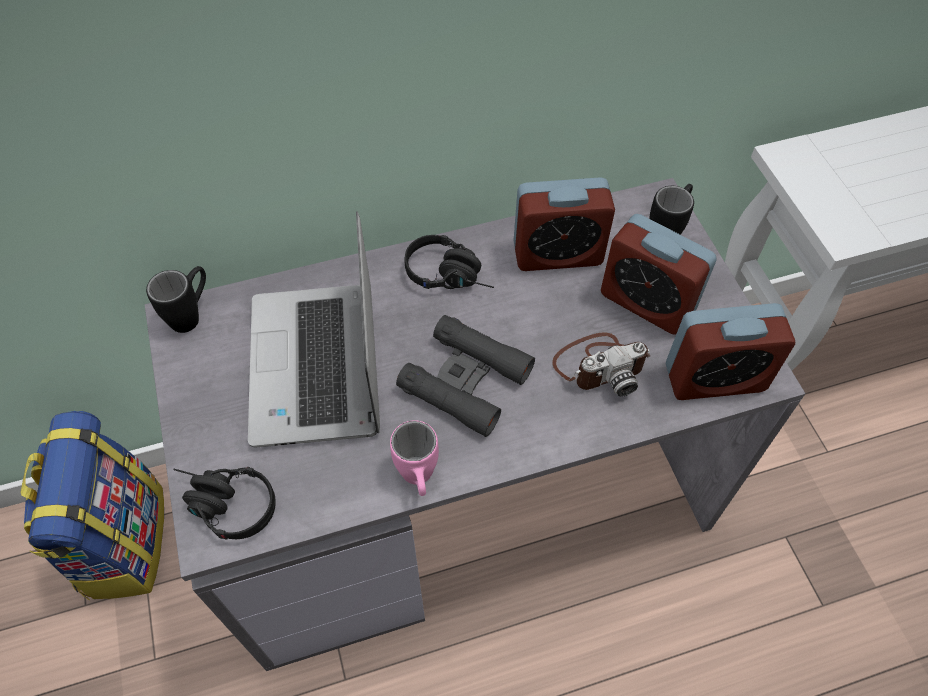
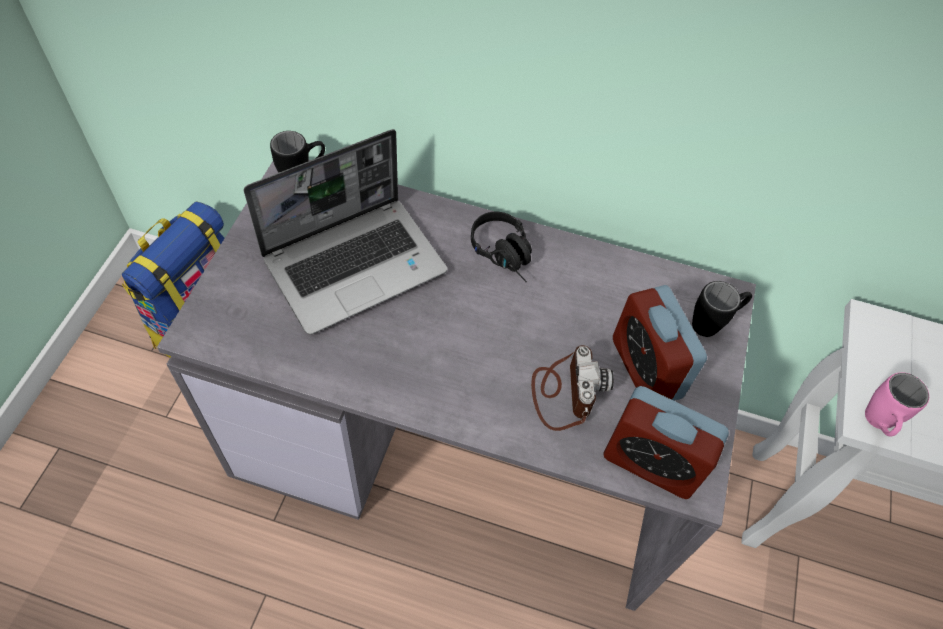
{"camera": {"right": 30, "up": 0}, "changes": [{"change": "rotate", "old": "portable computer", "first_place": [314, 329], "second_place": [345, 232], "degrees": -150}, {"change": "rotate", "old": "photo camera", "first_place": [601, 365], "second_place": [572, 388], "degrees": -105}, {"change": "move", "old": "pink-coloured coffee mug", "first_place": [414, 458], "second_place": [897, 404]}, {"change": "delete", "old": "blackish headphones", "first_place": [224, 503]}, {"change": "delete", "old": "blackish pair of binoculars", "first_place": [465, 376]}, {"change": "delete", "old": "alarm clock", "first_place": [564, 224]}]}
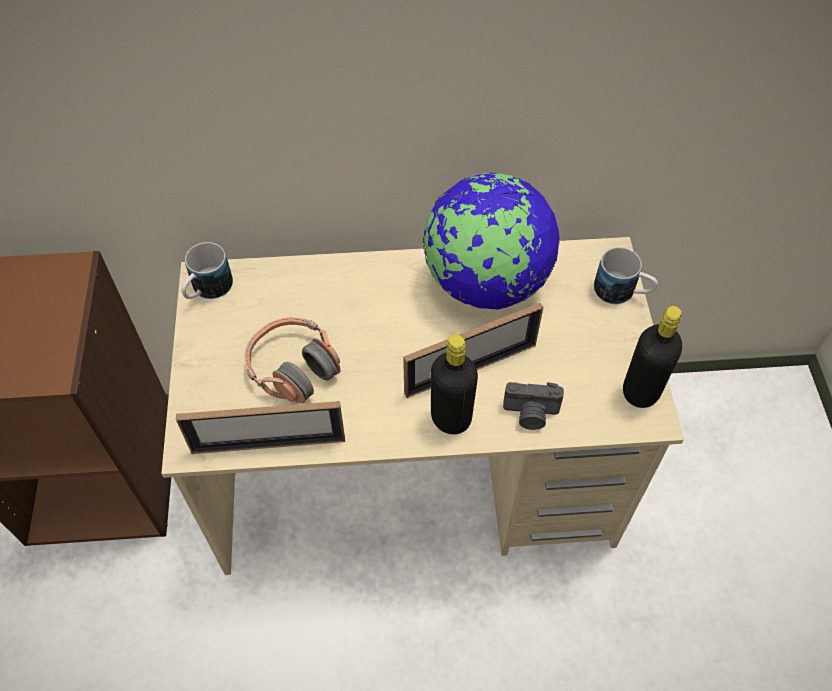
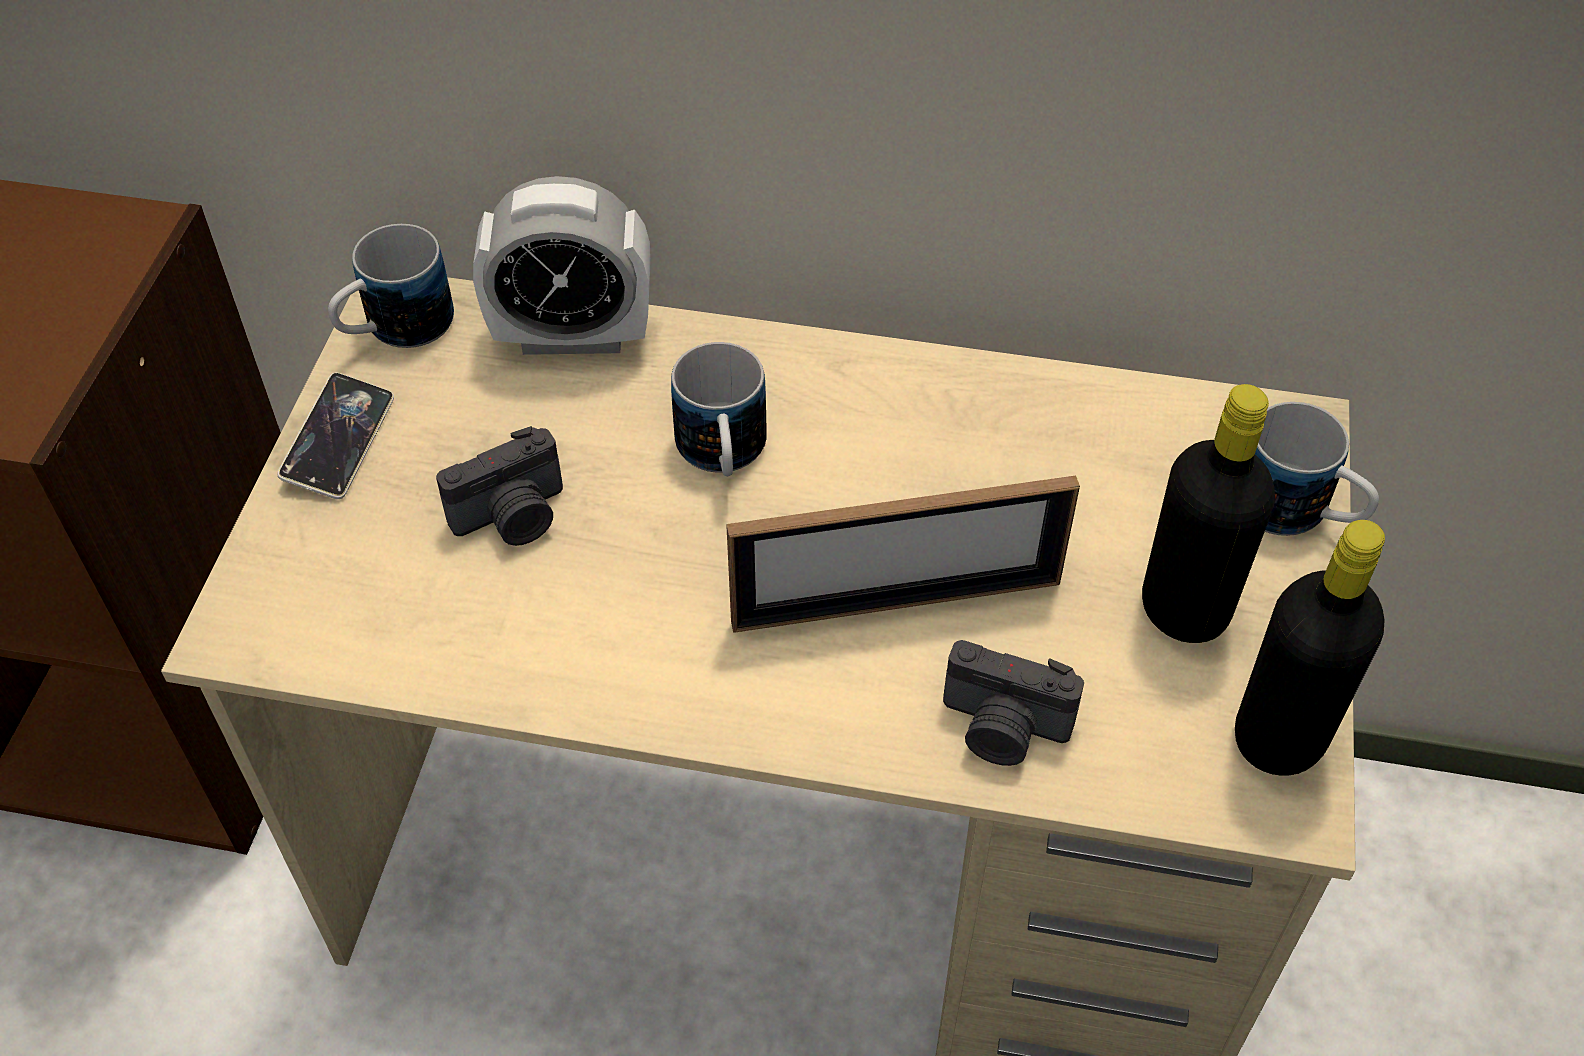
{"camera": {"right": 15, "up": -5}, "changes": [{"change": "insert", "new": "phone", "second_place": [336, 436]}, {"change": "replace", "old": "headphones", "new": "photo camera", "first_place": [292, 360], "second_place": [499, 486]}, {"change": "insert", "new": "alarm clock", "second_place": [562, 265]}, {"change": "insert", "new": "coffee mug", "second_place": [719, 409]}, {"change": "move", "old": "blackish bottle", "first_place": [454, 384], "second_place": [1208, 513]}, {"change": "delete", "old": "standing frame", "first_place": [260, 427]}, {"change": "delete", "old": "desk globe", "first_place": [491, 241]}]}
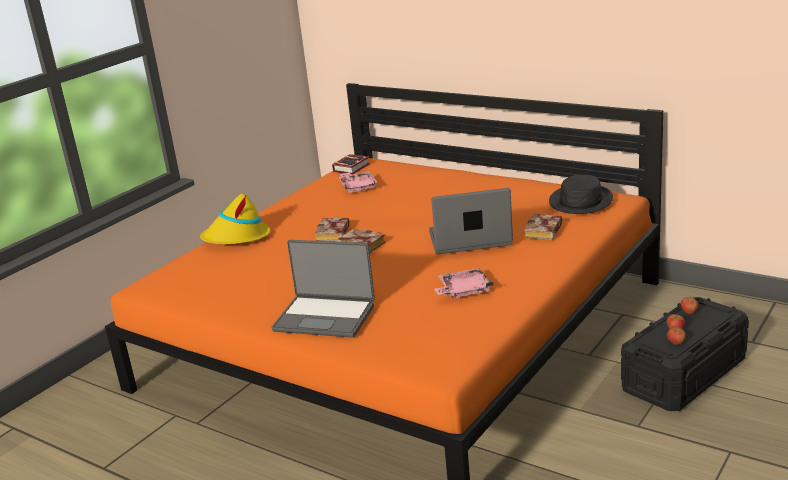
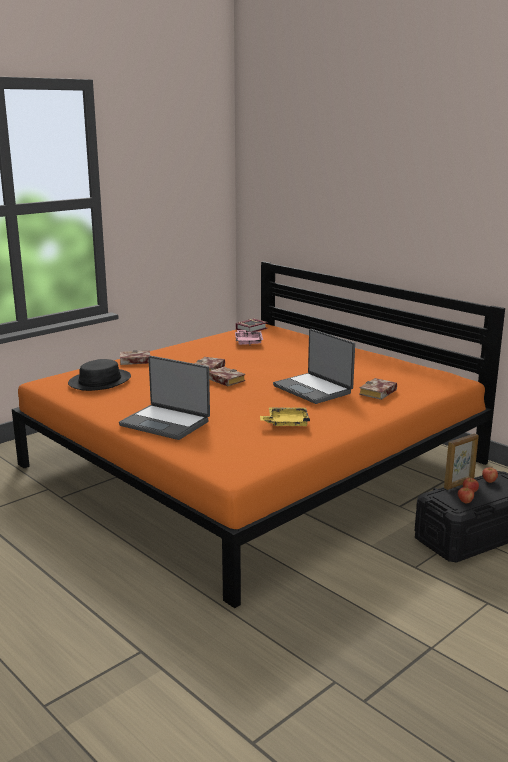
{"camera": {"right": 10, "up": -5}, "changes": [{"change": "move", "old": "blackish clothing hat", "first_place": [581, 194], "second_place": [99, 375]}, {"change": "replace", "old": "yellowish clothing hat", "new": "volume", "first_place": [235, 219], "second_place": [135, 357]}, {"change": "recolor", "old": "pink-coloured tray", "new": "yellowish tray", "first_place": [463, 283], "second_place": [285, 416]}, {"change": "rotate", "old": "portable computer", "first_place": [471, 221], "second_place": [314, 366], "degrees": -135}, {"change": "insert", "new": "standing frame", "second_place": [461, 462]}]}
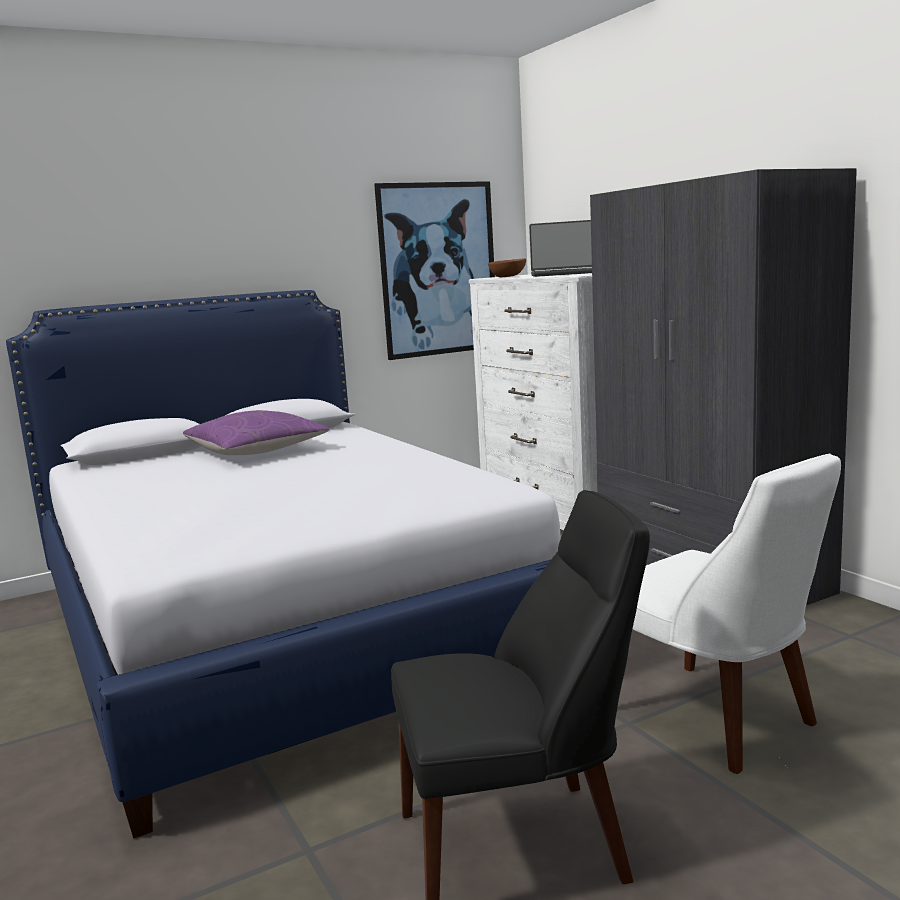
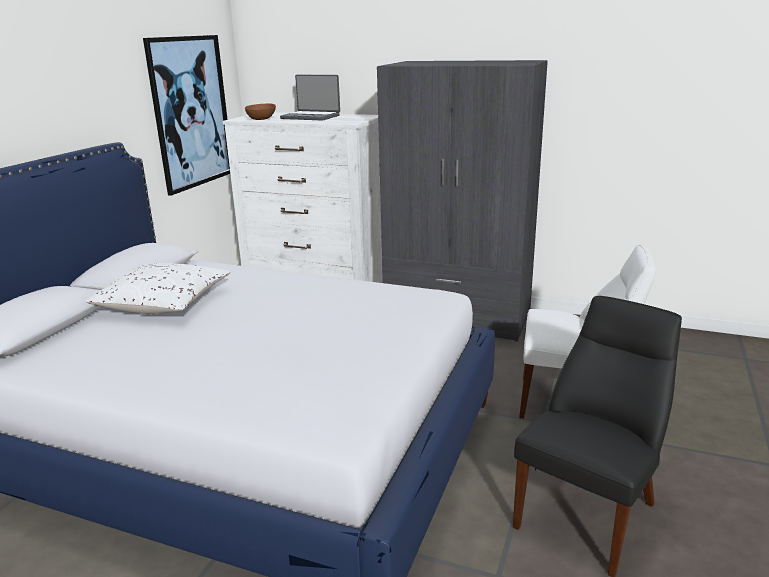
{"camera": {"right": -40, "up": 10}, "changes": [{"change": "recolor", "old": "purple pillow", "new": "white pillow", "first_place": [256, 432], "second_place": [158, 288]}, {"change": "rotate", "old": "portable computer", "first_place": [560, 248], "second_place": [310, 98], "degrees": 60}]}
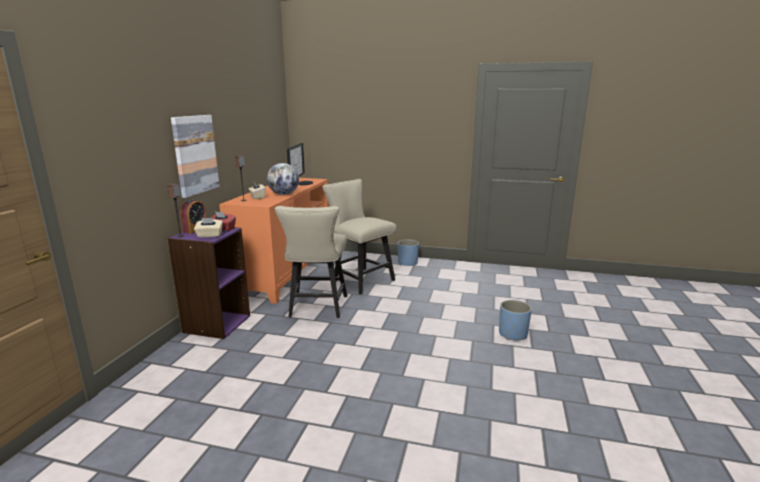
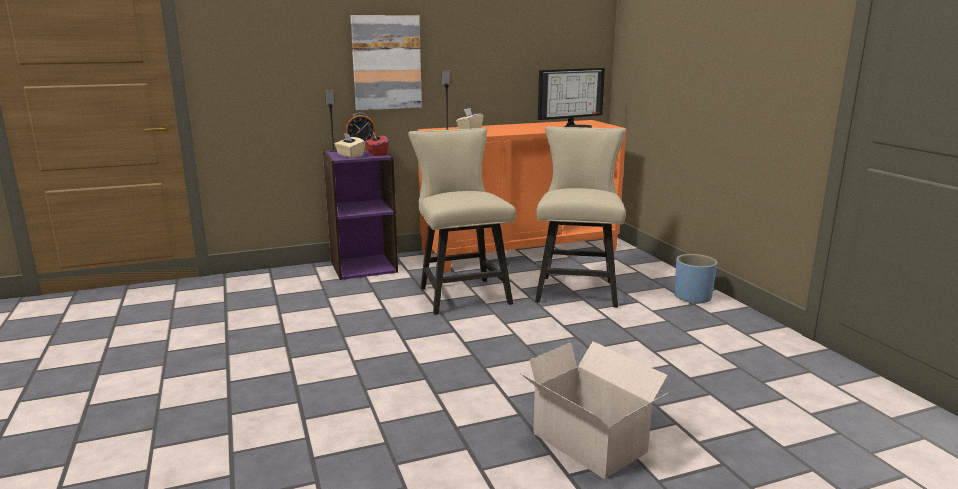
{"camera": {"right": 55, "up": 0}, "changes": [{"change": "rotate", "old": "beige upright chair", "first_place": [311, 262], "second_place": [462, 221], "degrees": 105}, {"change": "replace", "old": "bluish planter", "new": "cardboard box", "first_place": [515, 320], "second_place": [594, 410]}, {"change": "delete", "old": "desk globe", "first_place": [283, 179]}]}
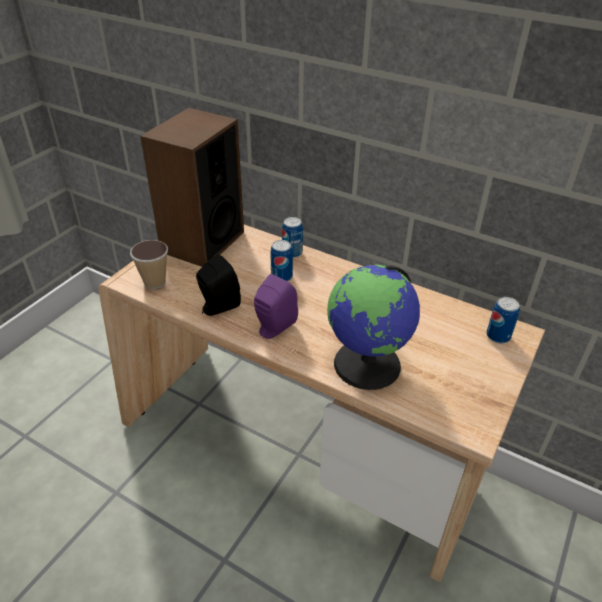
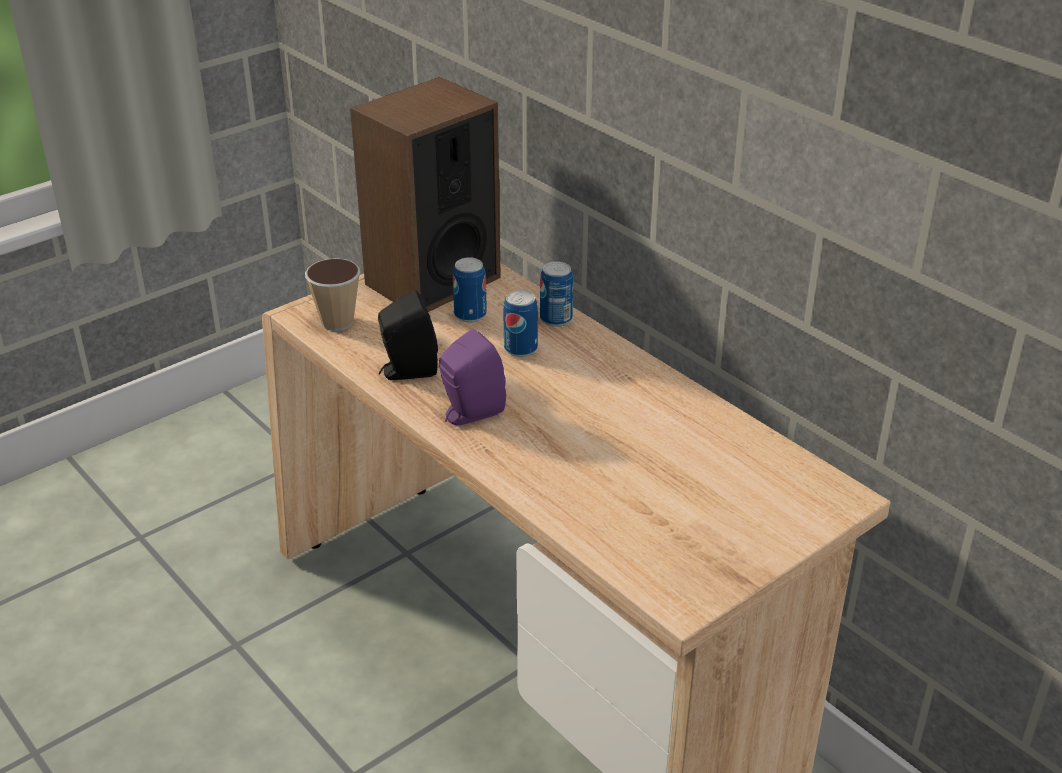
{"camera": {"right": 20, "up": -5}, "changes": [{"change": "move", "old": "metal can", "first_place": [503, 320], "second_place": [470, 289]}, {"change": "delete", "old": "desk globe", "first_place": [374, 327]}]}
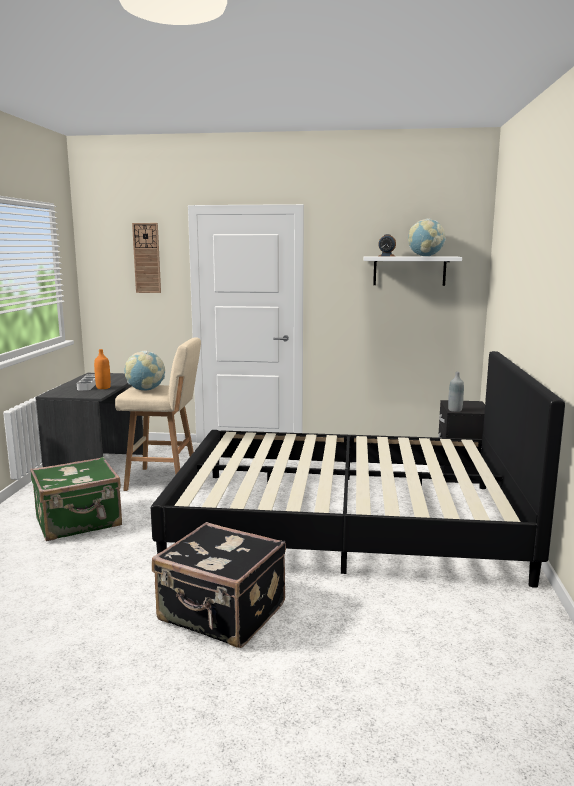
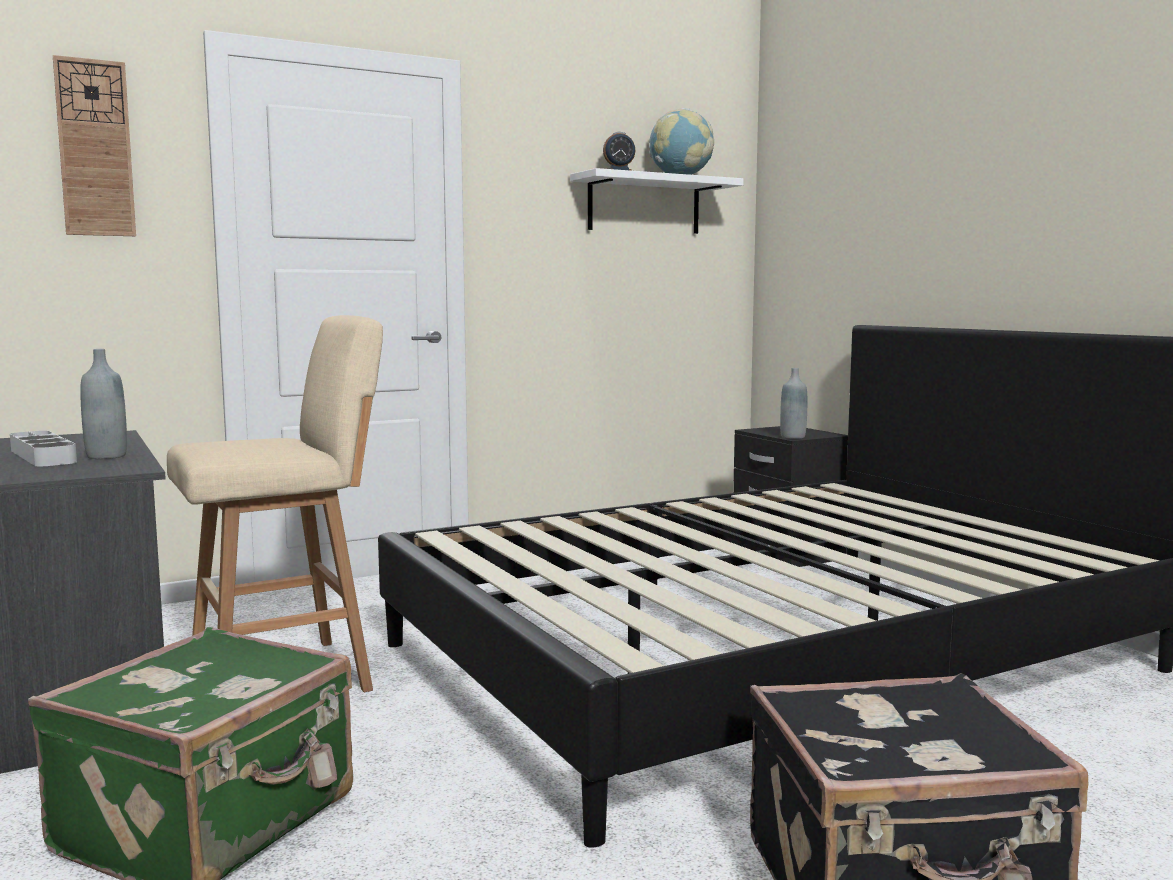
{"camera": {"right": -35, "up": -5}, "changes": [{"change": "recolor", "old": "orange-coloured bottle", "new": "greyish bottle", "first_place": [102, 369], "second_place": [103, 404]}, {"change": "delete", "old": "desk globe", "first_place": [145, 370]}]}
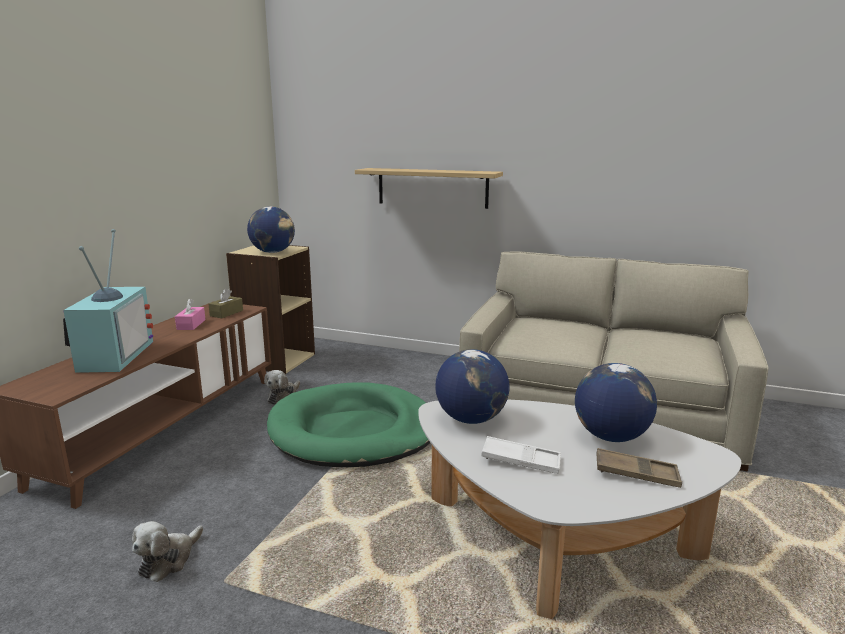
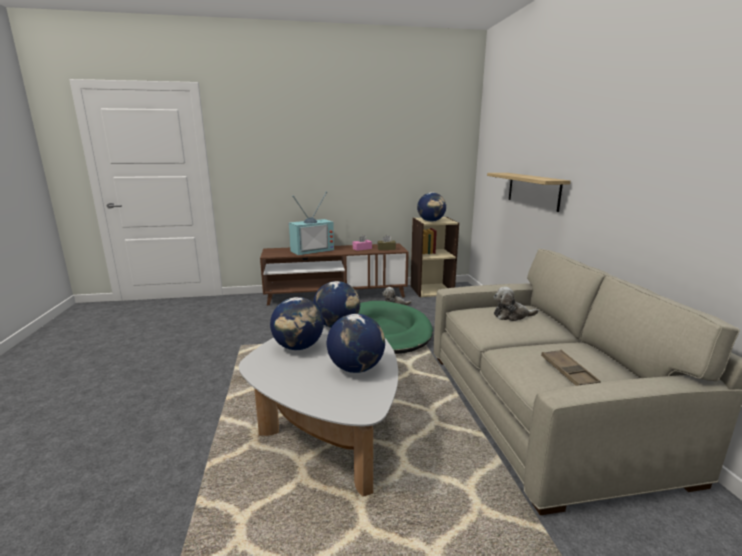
{"camera": {"right": 60, "up": 0}, "changes": [{"change": "replace", "old": "white tray", "new": "desk globe", "first_place": [521, 455], "second_place": [297, 323]}, {"change": "move", "old": "cuddly toy", "first_place": [167, 551], "second_place": [516, 304]}, {"change": "move", "old": "brown-coloured tray", "first_place": [639, 468], "second_place": [571, 368]}]}
